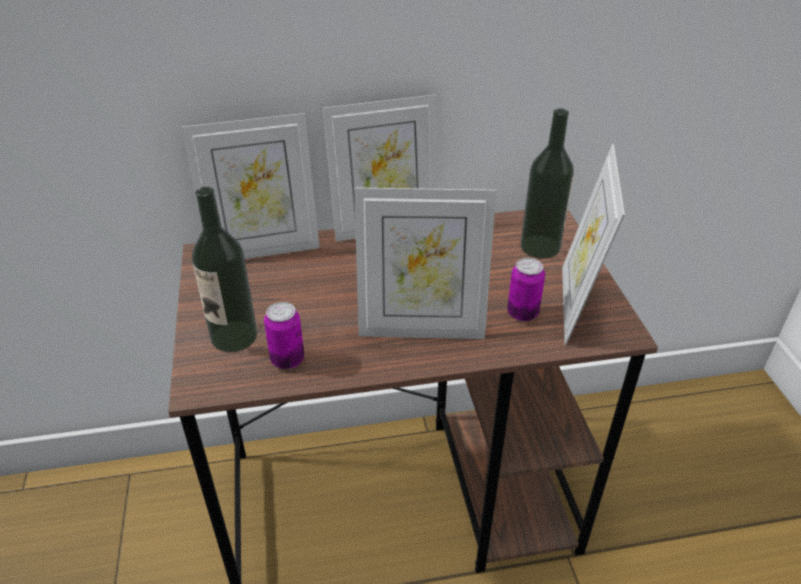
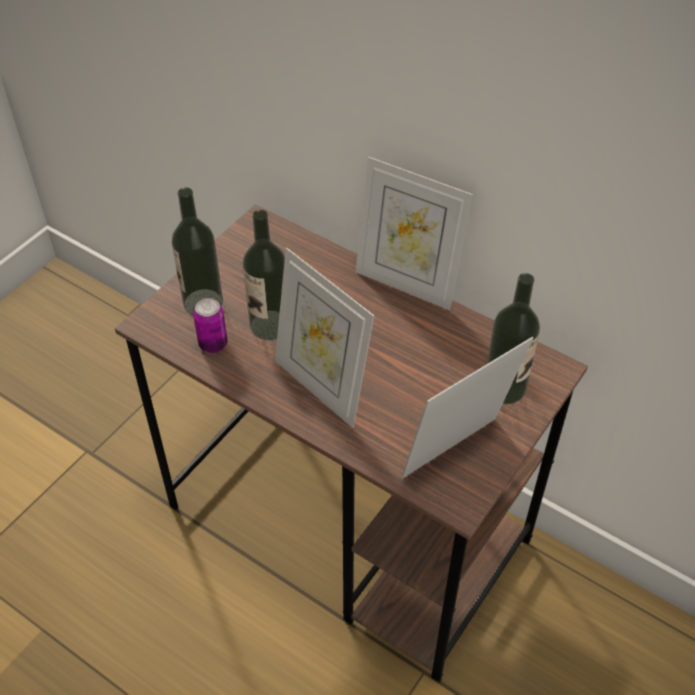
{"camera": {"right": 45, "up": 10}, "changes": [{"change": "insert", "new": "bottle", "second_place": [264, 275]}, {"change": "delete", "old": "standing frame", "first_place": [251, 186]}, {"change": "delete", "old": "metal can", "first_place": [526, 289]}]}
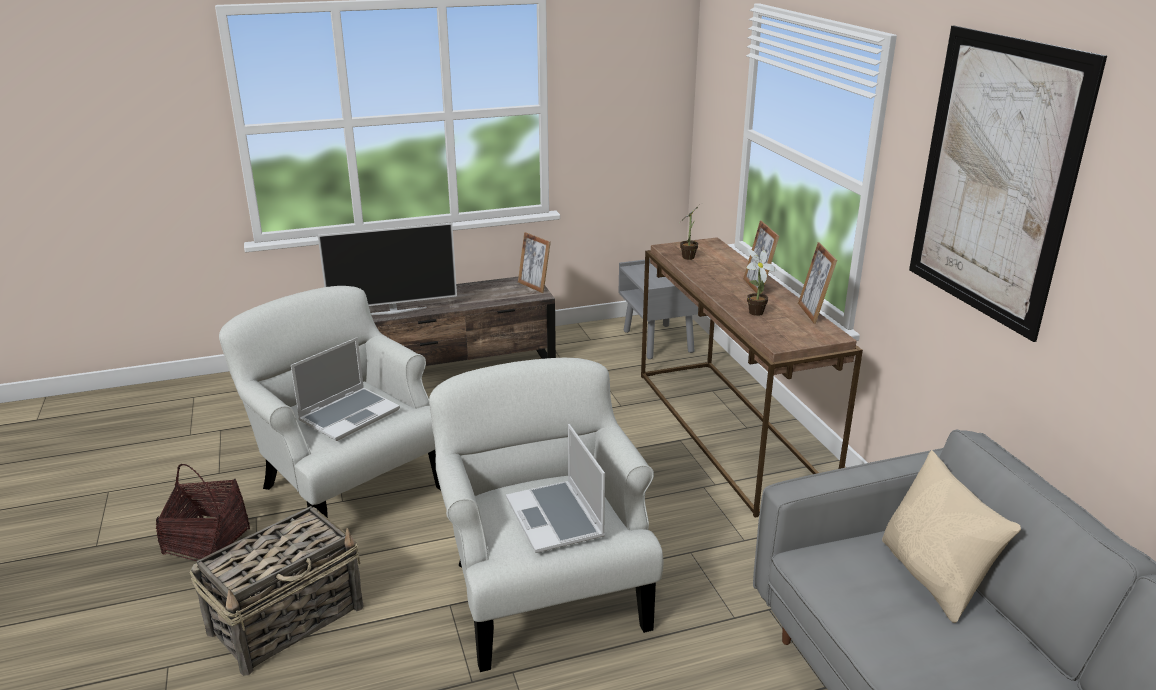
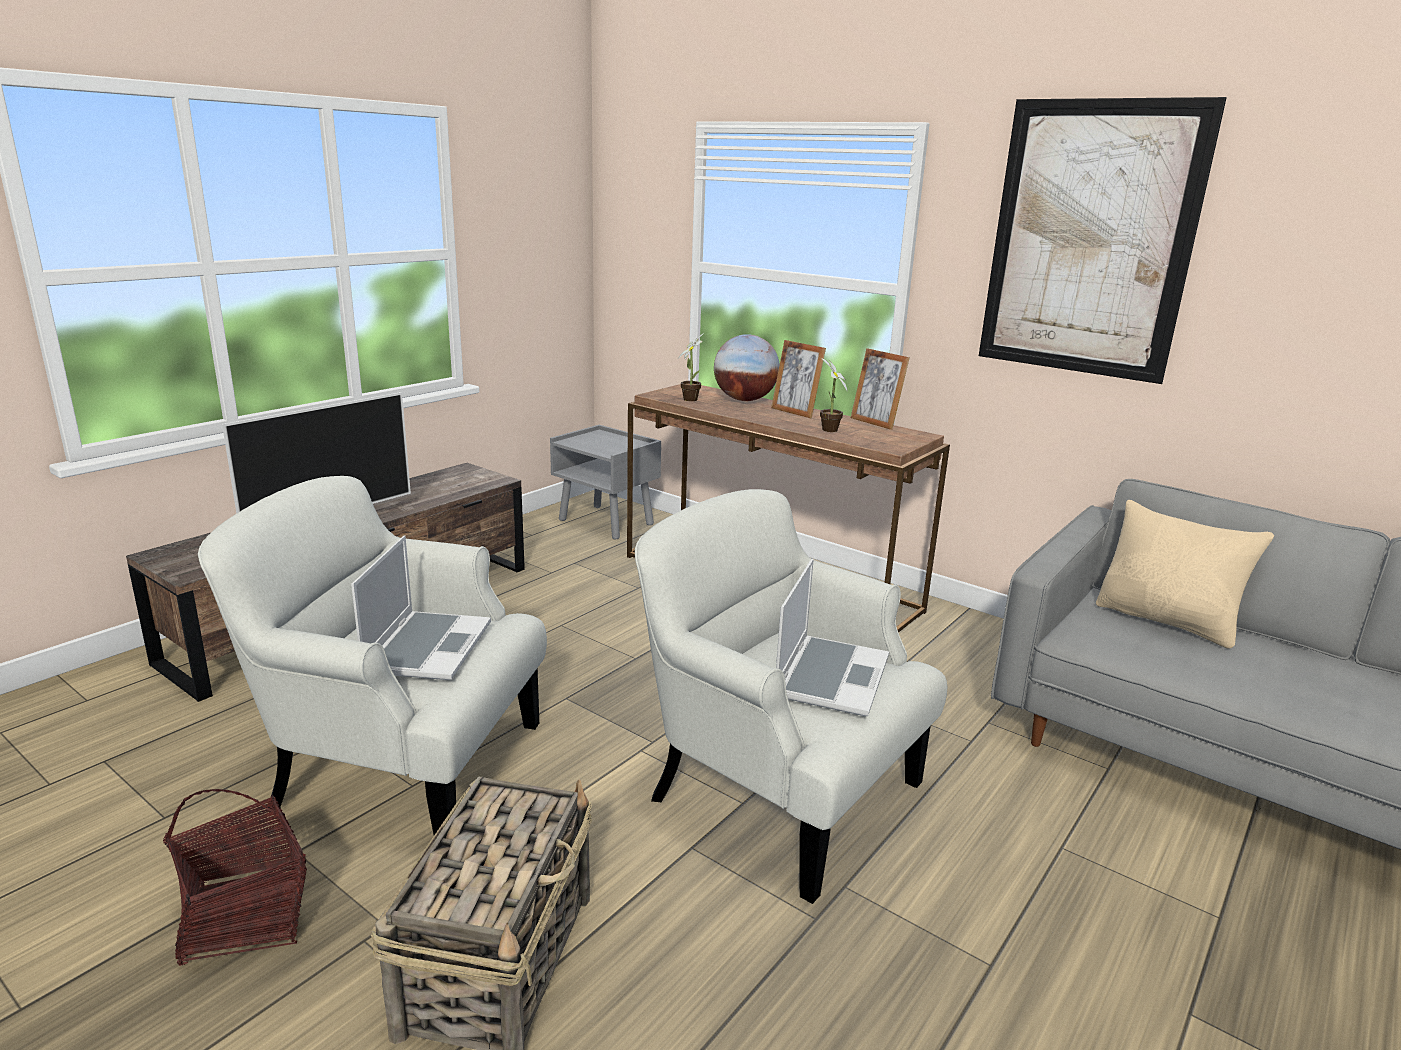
{"camera": {"right": -35, "up": -5}, "changes": [{"change": "insert", "new": "desk globe", "second_place": [747, 367]}, {"change": "rotate", "old": "portable computer", "first_place": [555, 488], "second_place": [832, 637], "degrees": -105}, {"change": "delete", "old": "standing frame", "first_place": [534, 262]}]}
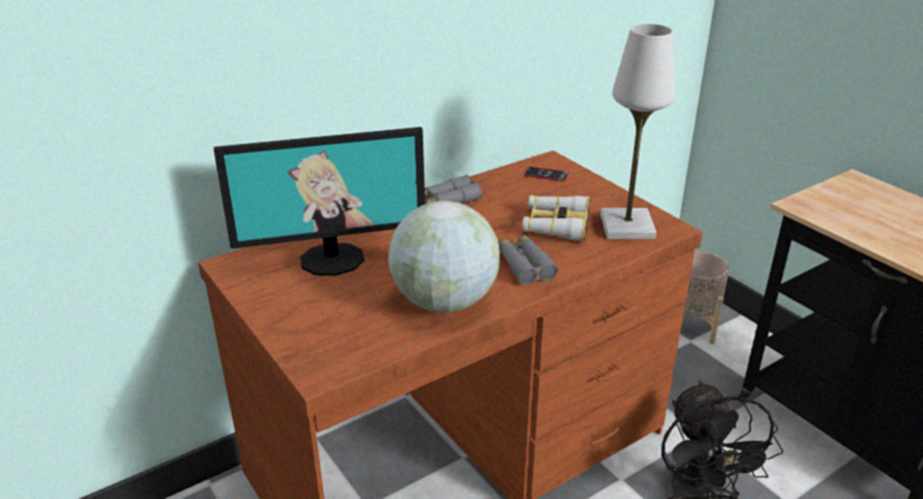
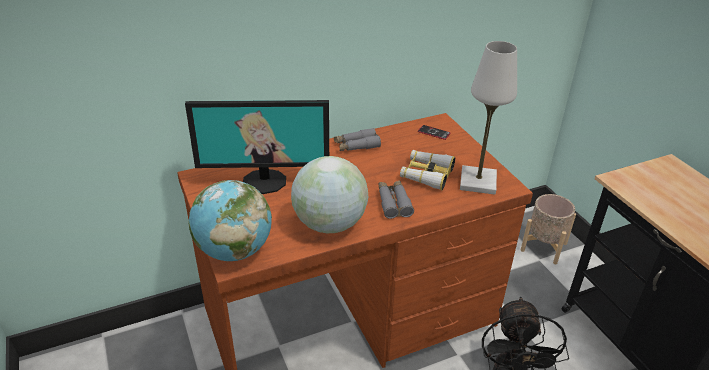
{"camera": {"right": 10, "up": 5}, "changes": [{"change": "insert", "new": "desk globe", "second_place": [230, 220]}]}
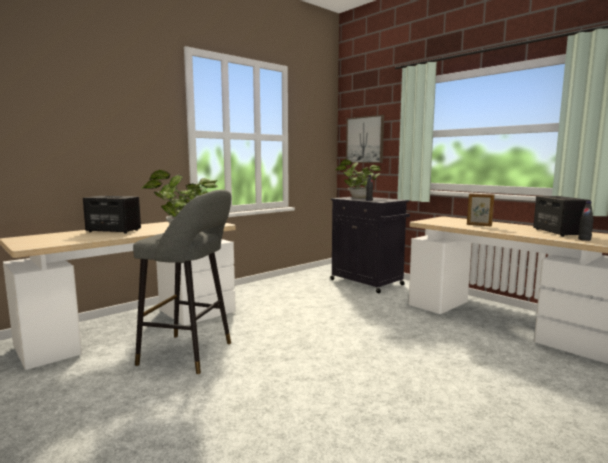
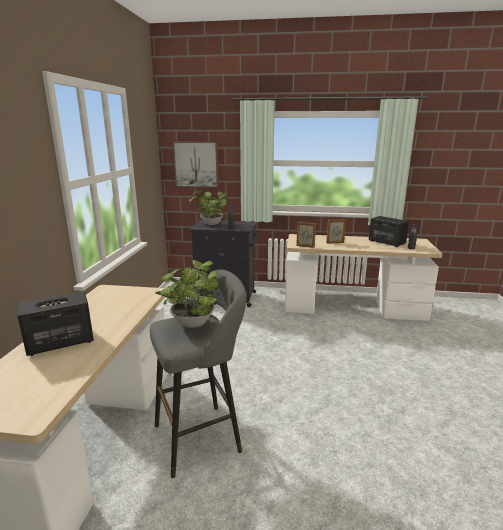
{"camera": {"right": -40, "up": 10}, "changes": [{"change": "insert", "new": "standing frame", "second_place": [306, 235]}]}
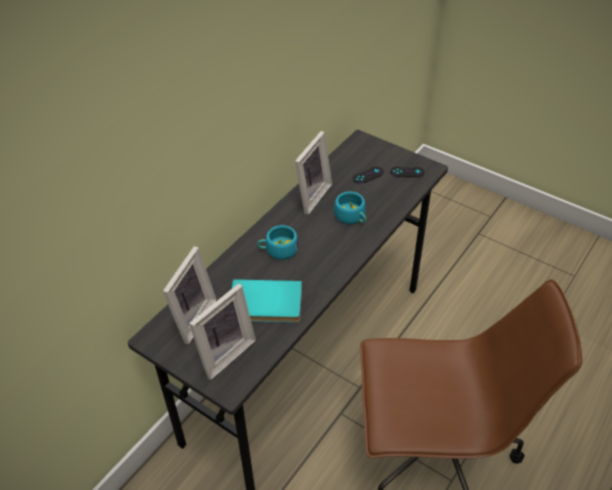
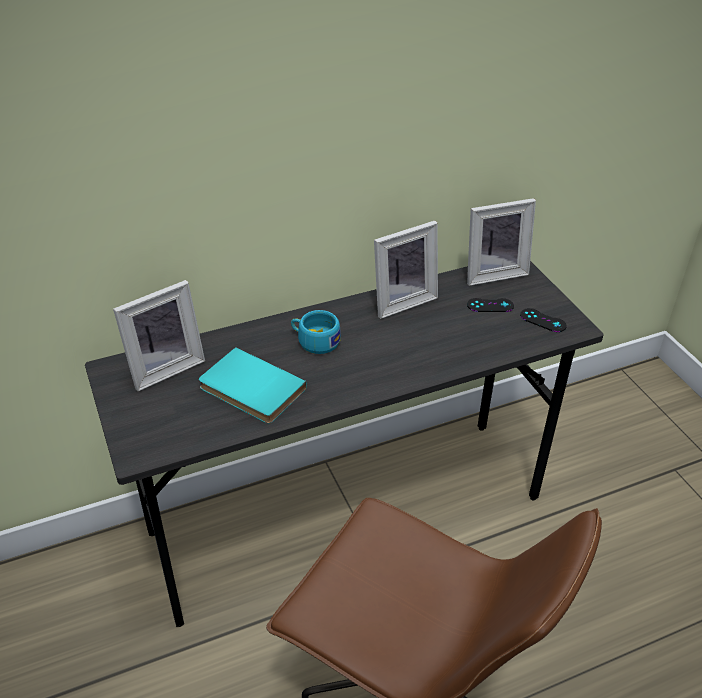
{"camera": {"right": 30, "up": -5}, "changes": [{"change": "move", "old": "standing frame", "first_place": [222, 331], "second_place": [501, 242]}, {"change": "delete", "old": "turquoise drinking cup", "first_place": [350, 208]}]}
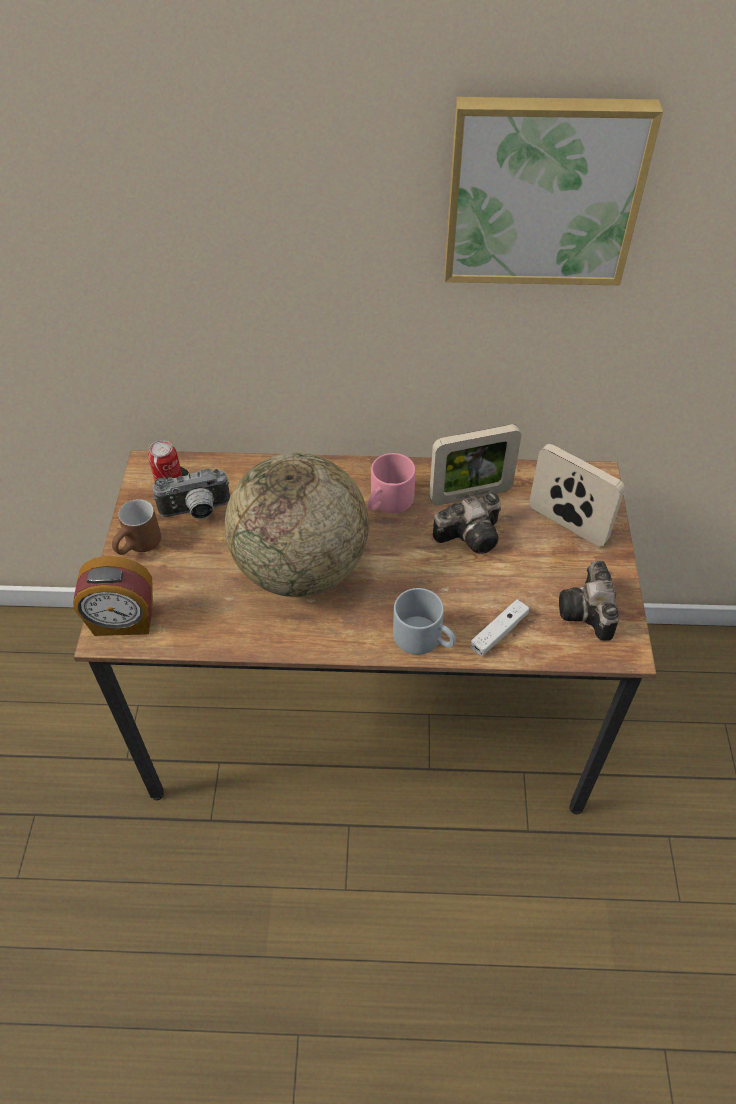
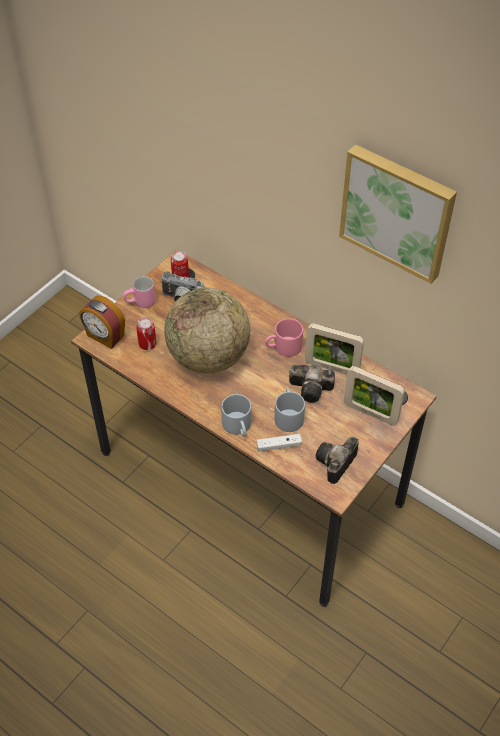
{"camera": {"right": 35, "up": 0}, "changes": [{"change": "recolor", "old": "brown-coloured coffee mug", "new": "pink-coloured coffee mug", "first_place": [136, 527], "second_place": [139, 292]}, {"change": "insert", "new": "metal can", "second_place": [146, 334]}, {"change": "insert", "new": "greyish coffee mug", "second_place": [290, 410]}, {"change": "rotate", "old": "standing frame", "first_place": [577, 495], "second_place": [374, 396], "degrees": 135}]}
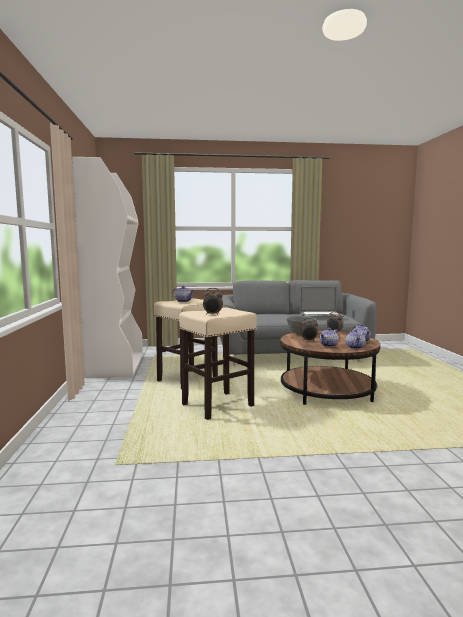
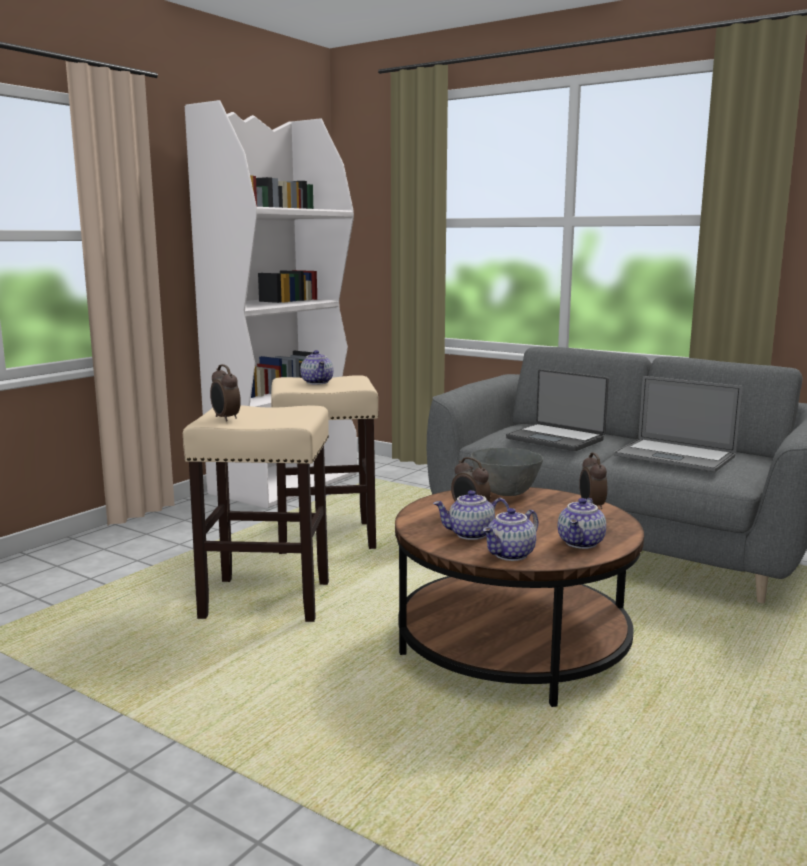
{"camera": {"right": 40, "up": 5}, "changes": [{"change": "insert", "new": "portable computer", "second_place": [557, 410]}]}
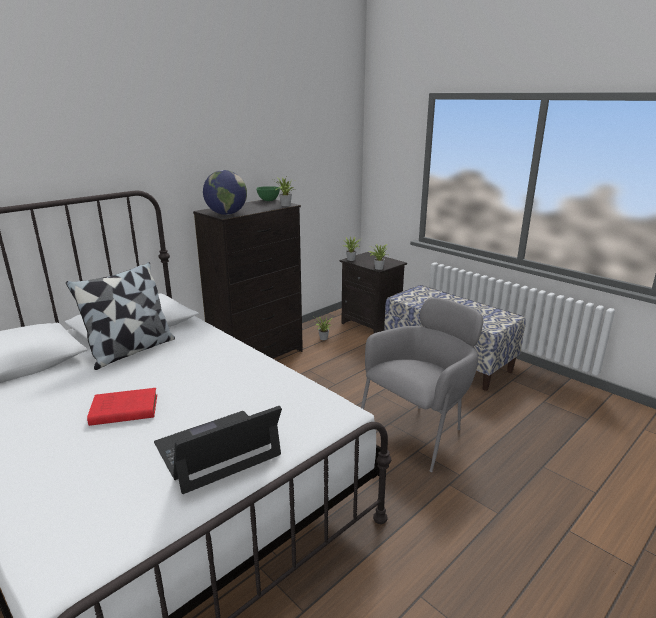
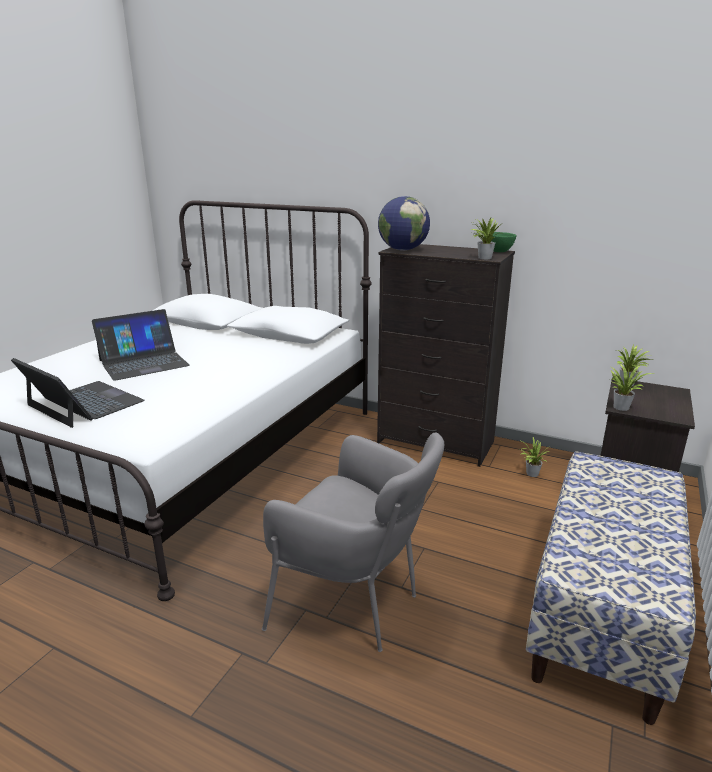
{"camera": {"right": 70, "up": 0}, "changes": [{"change": "replace", "old": "reddish volume", "new": "portable computer", "first_place": [122, 407], "second_place": [141, 345]}, {"change": "delete", "old": "pillow", "first_place": [120, 316]}]}
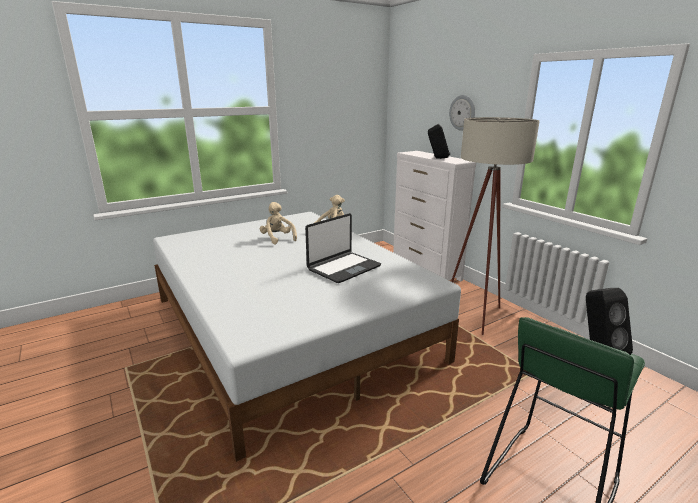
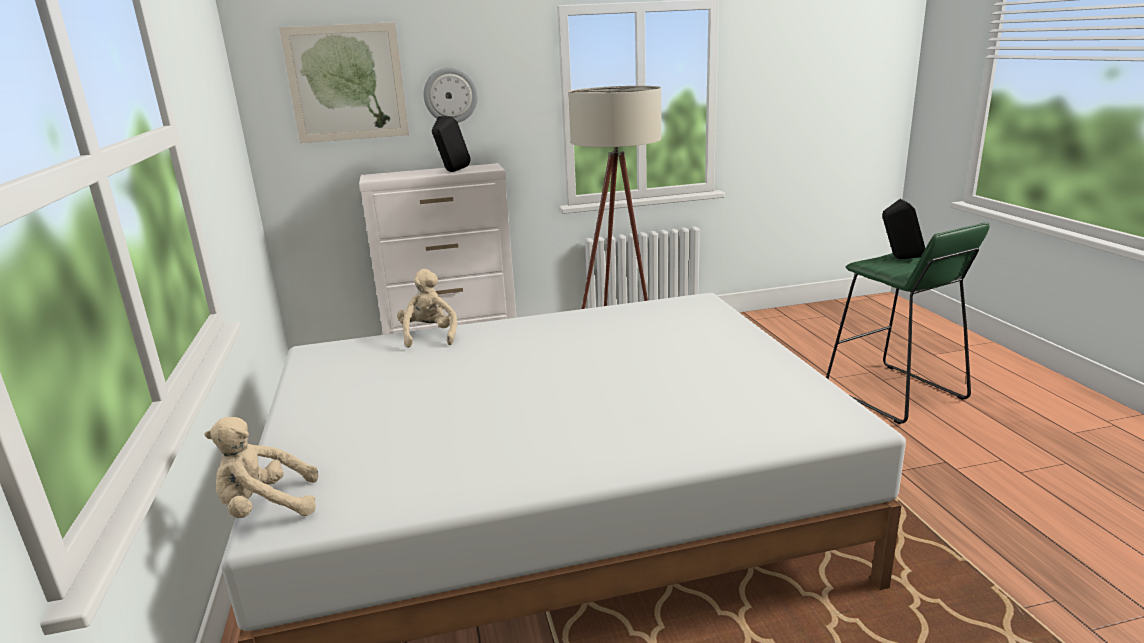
{"camera": {"right": -70, "up": 0}, "changes": [{"change": "move", "old": "beige cuddly toy", "first_place": [278, 223], "second_place": [261, 467]}, {"change": "insert", "new": "wall picture", "second_place": [344, 82]}, {"change": "delete", "old": "portable computer", "first_place": [343, 248]}]}
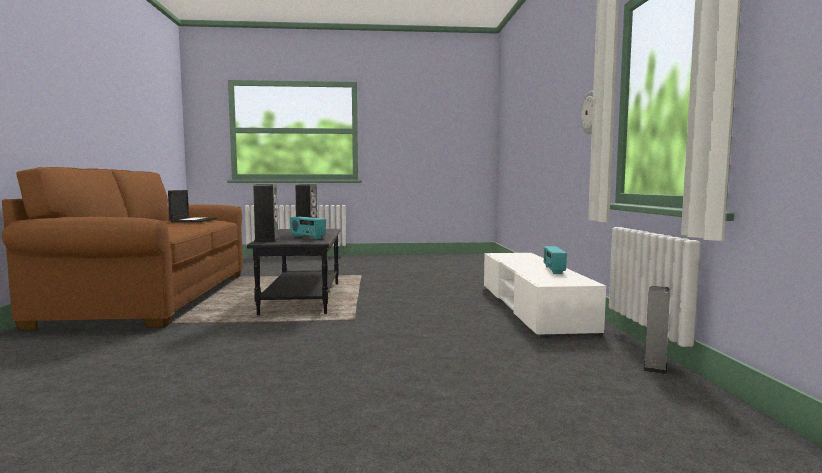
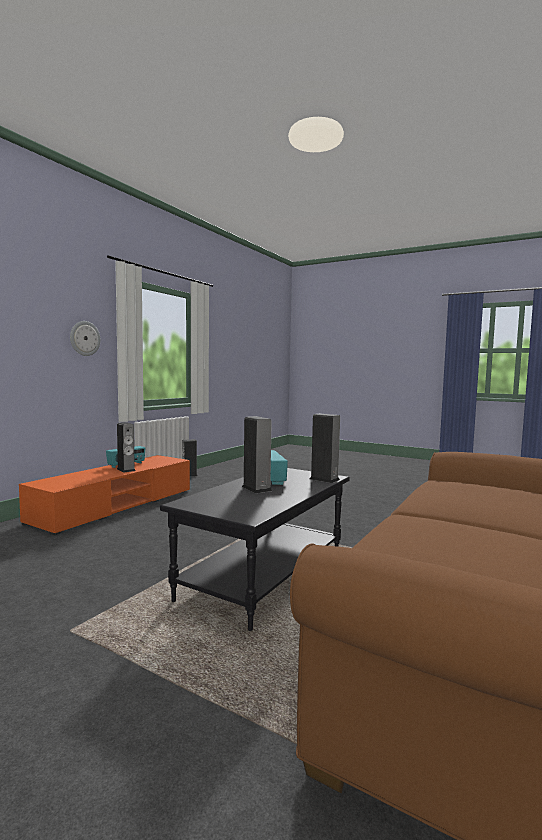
{"camera": {"right": -145, "up": 0}, "changes": [{"change": "recolor", "old": "white tv unit", "new": "orange-coloured tv unit", "first_place": [545, 295], "second_place": [104, 495]}, {"change": "insert", "new": "loudspeaker", "second_place": [126, 447]}, {"change": "delete", "old": "portable computer", "first_place": [192, 206]}]}
